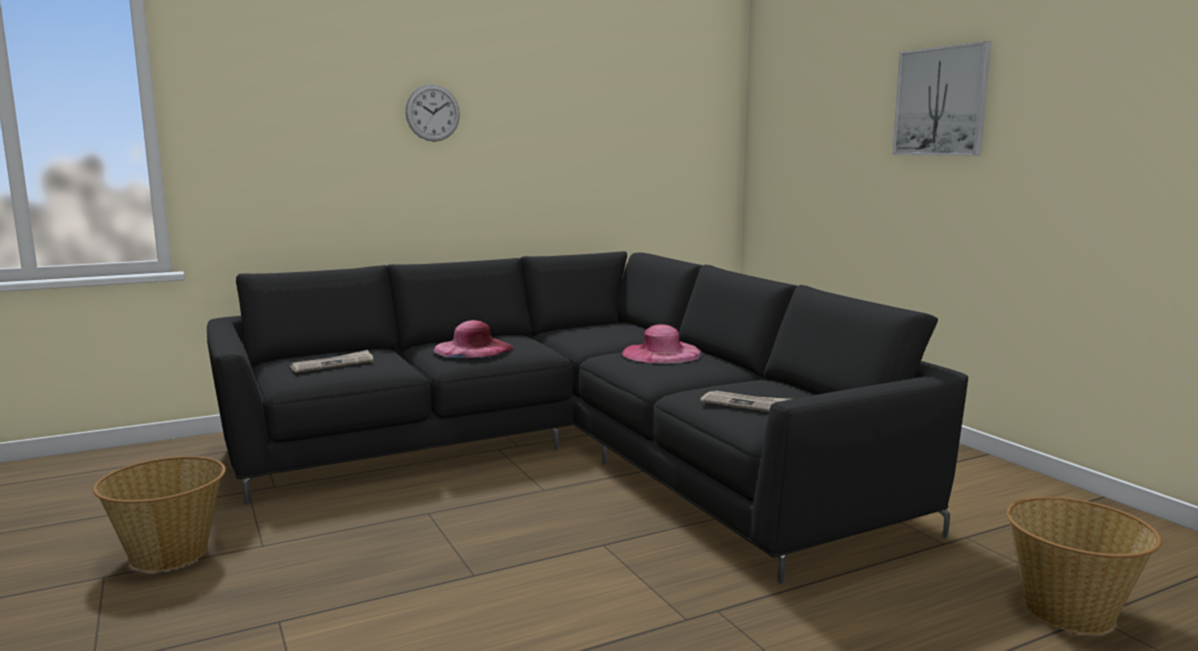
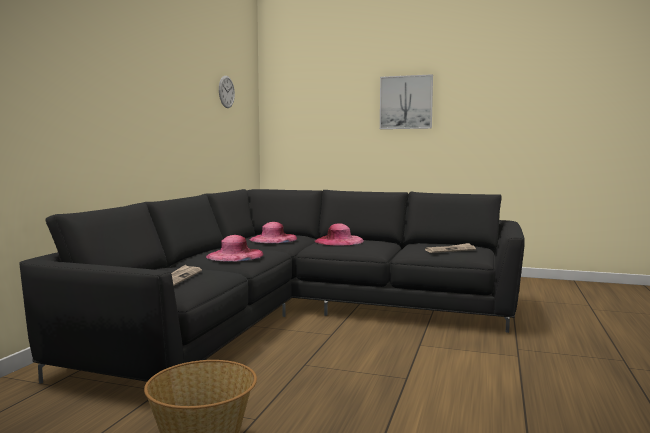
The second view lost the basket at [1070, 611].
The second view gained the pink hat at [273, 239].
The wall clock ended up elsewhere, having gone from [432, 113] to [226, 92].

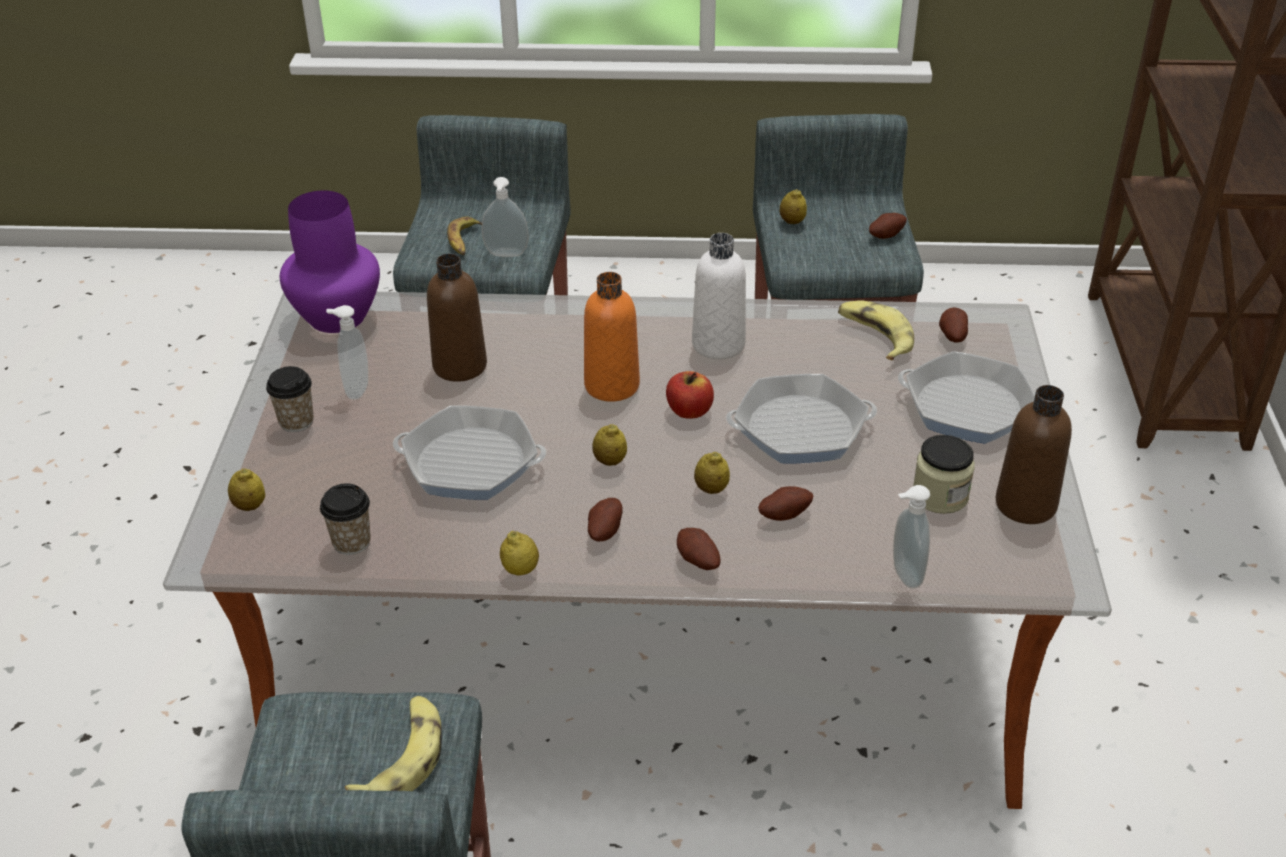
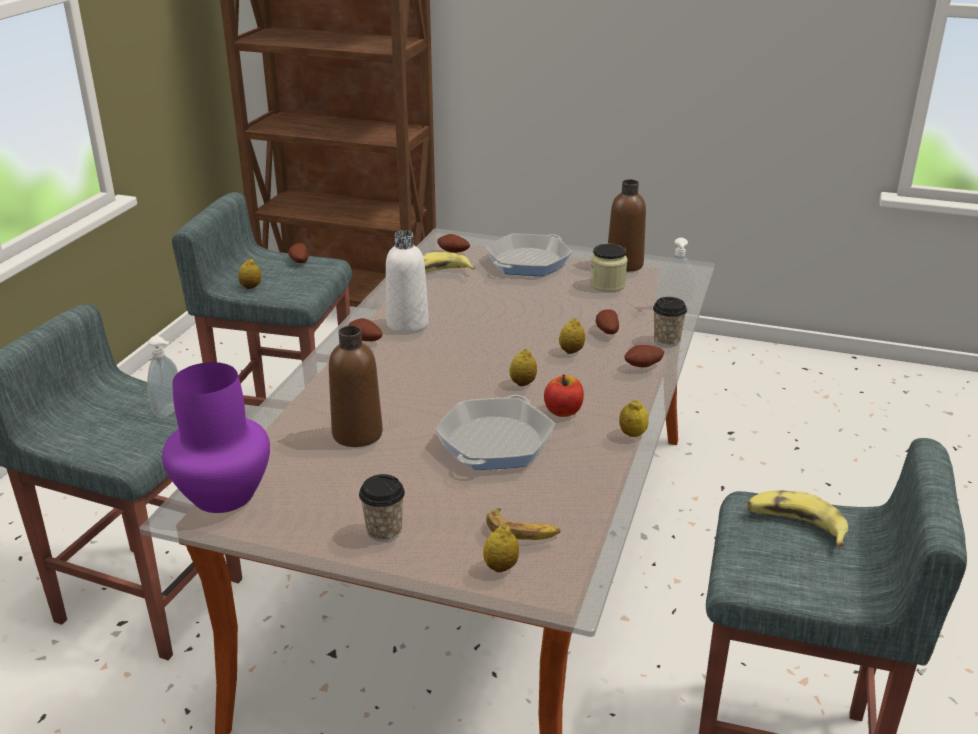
The second view lost the soap dispenser at [355, 389].
The second view lost the orange bottle at [612, 385].
The second view lost the frying pan at [800, 428].
The cup ended up elsewhere, having gone from [351, 542] to [666, 340].
The banana ended up elsewhere, having gone from [464, 241] to [522, 531].
The potato ended up elsewhere, having gone from [604, 531] to [365, 340].
The apple ended up elsewhere, having gone from [689, 411] to [563, 411].

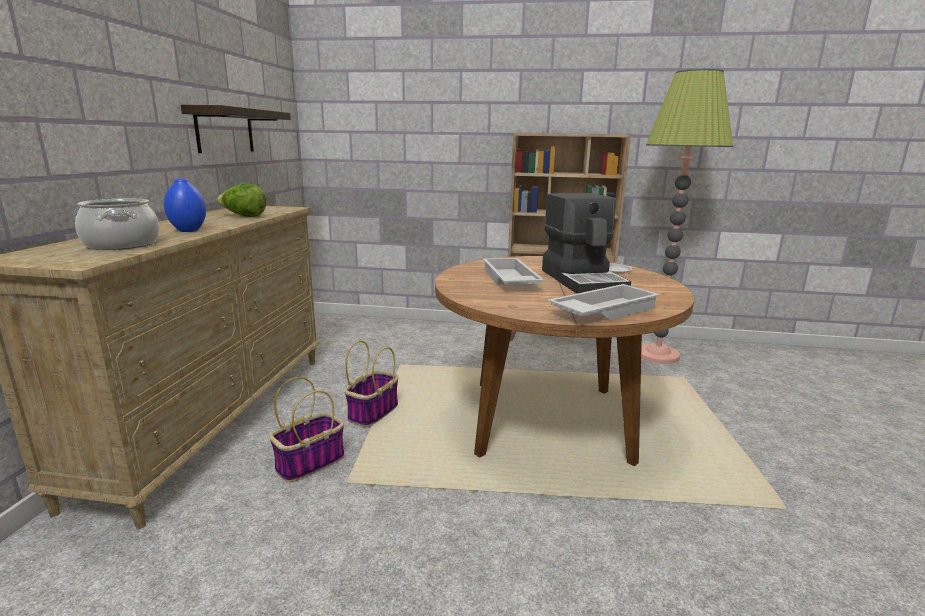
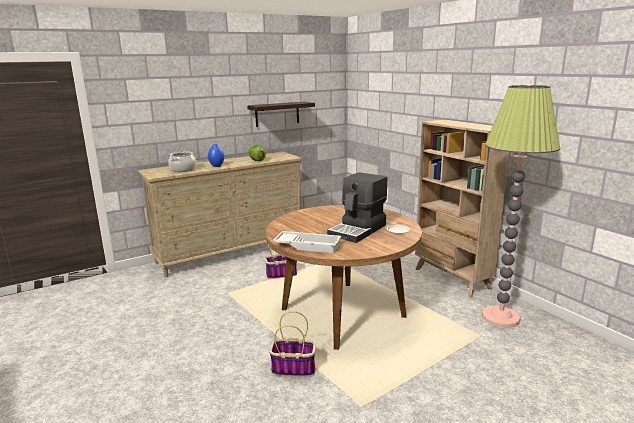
The second view lost the white tray at [508, 280].
The basket ended up elsewhere, having gone from [311, 462] to [294, 368].

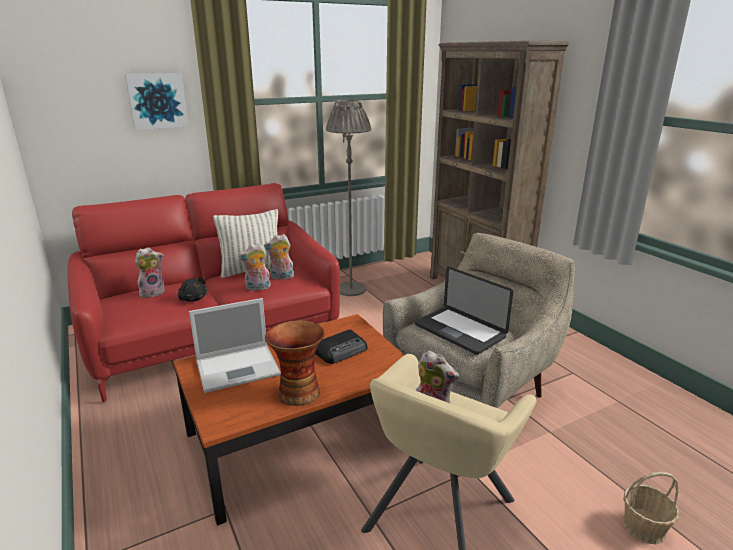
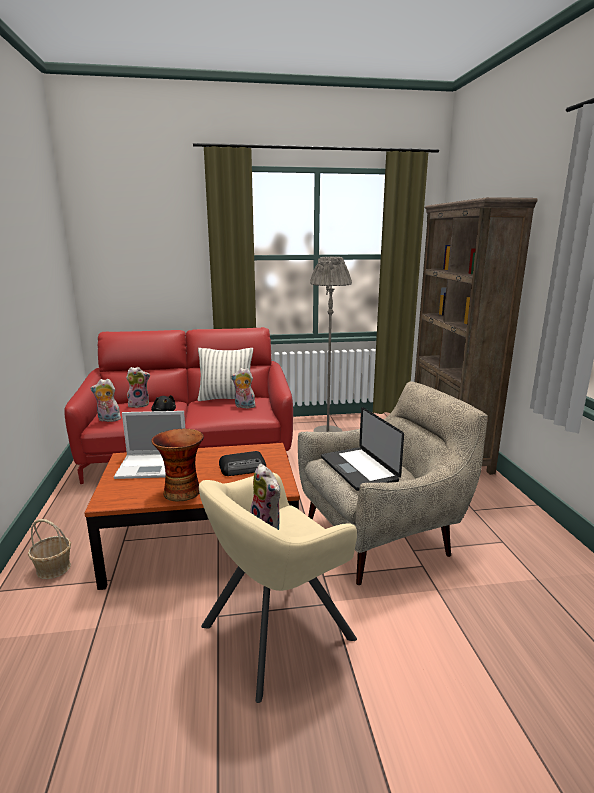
The second view lost the picture at [157, 101].
The plush toy ended up elsewhere, having gone from [257, 288] to [108, 420].
The basket ended up elsewhere, having gone from [644, 527] to [53, 569].

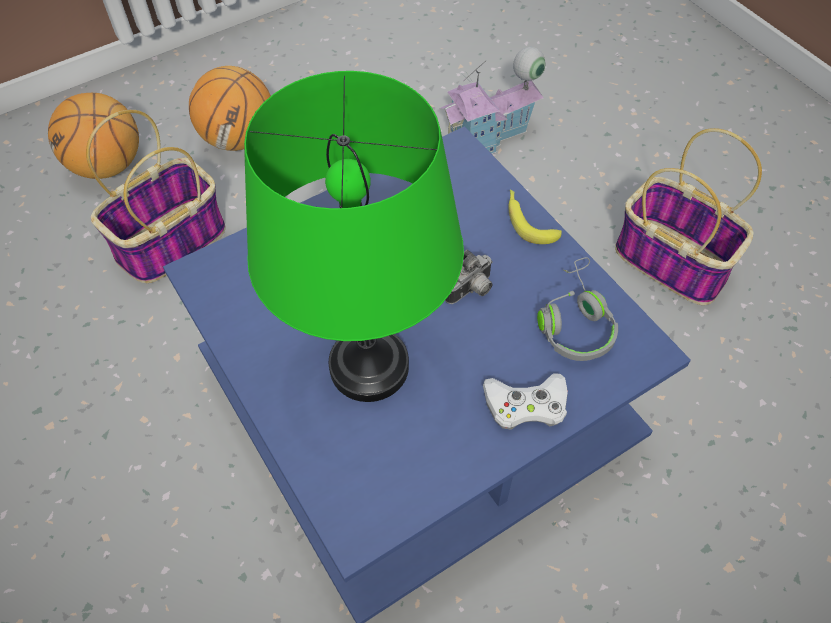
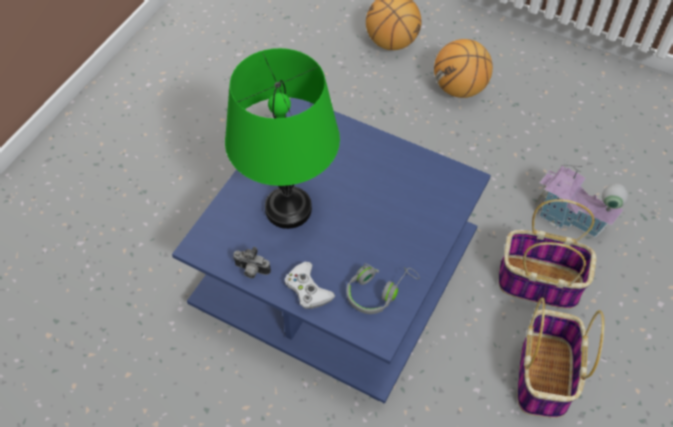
The second view lost the banana at [528, 221].
The basket ended up elsewhere, having gone from [171, 244] to [538, 282].
The photo camera ended up elsewhere, having gone from [471, 291] to [251, 271].

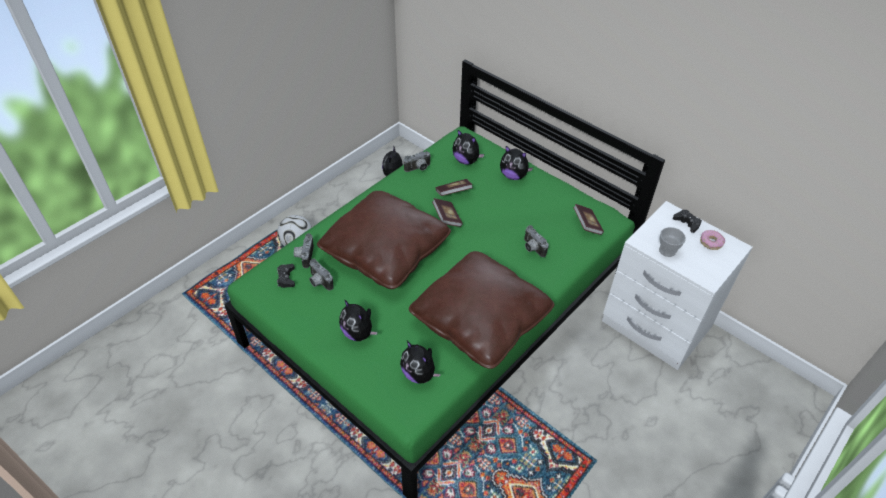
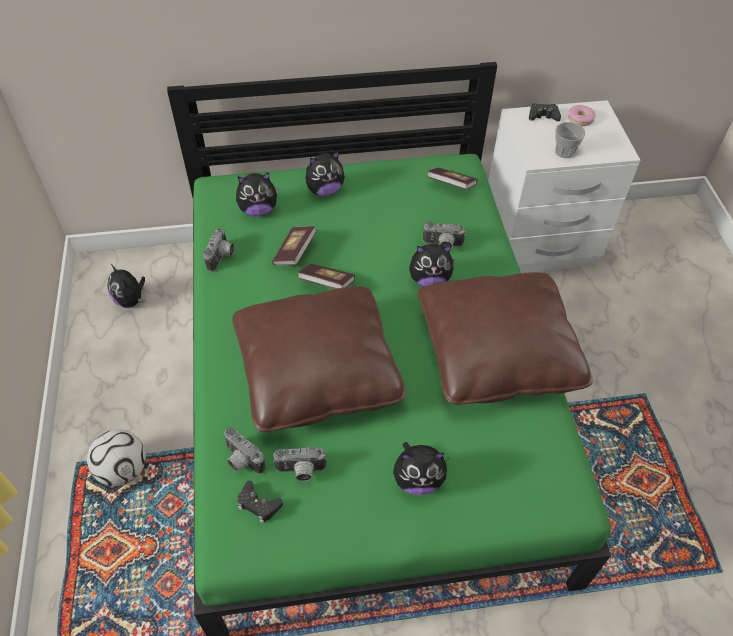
The plush toy ended up elsewhere, having gone from [419, 374] to [429, 279].

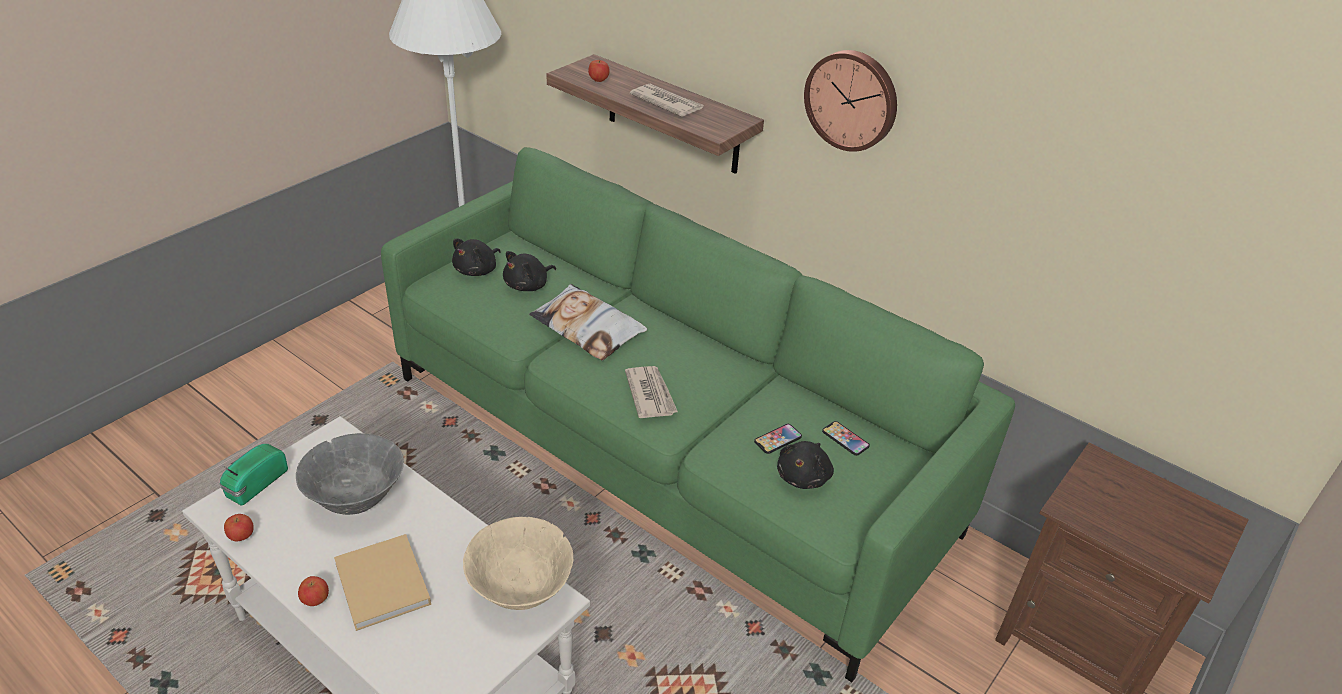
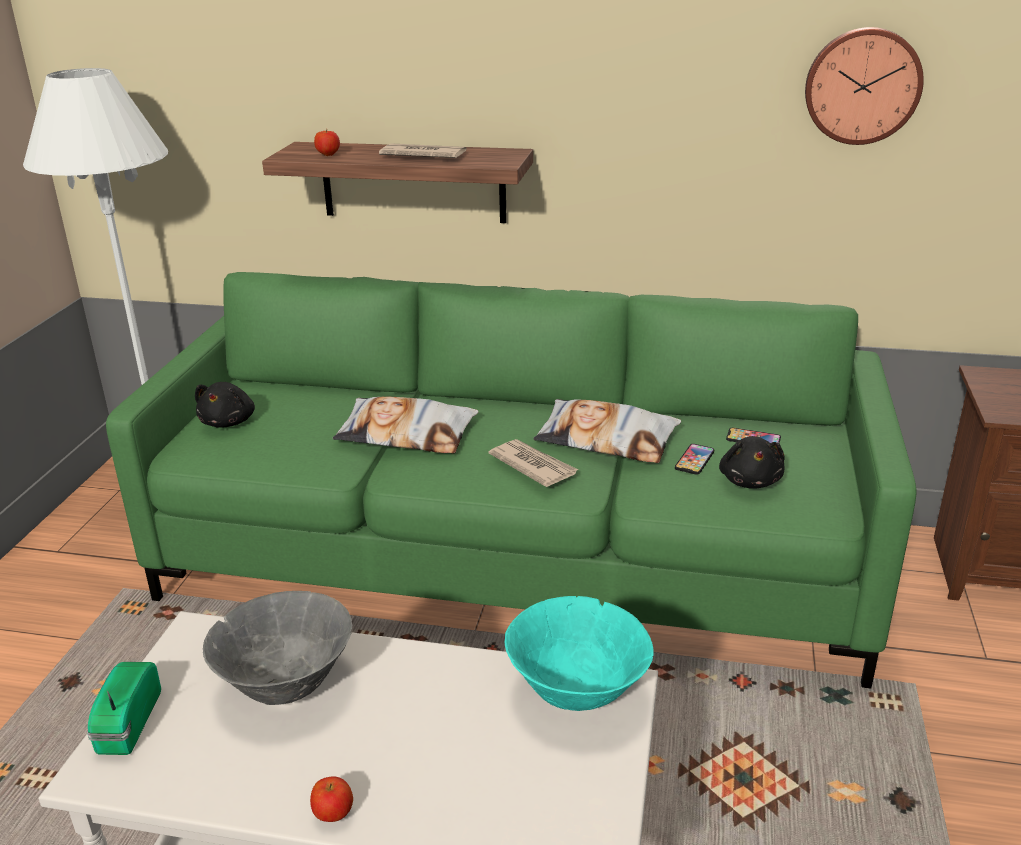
The second view lost the apple at [241, 536].
The second view lost the beige book at [383, 586].
The second view lost the black plush toy at [528, 285].
The second view gained the pillow at [607, 440].
The wall clock ended up elsewhere, having gone from [852, 99] to [862, 85].
What was the beige bowl at [520, 591] turned into the turquoise bowl at [576, 693].

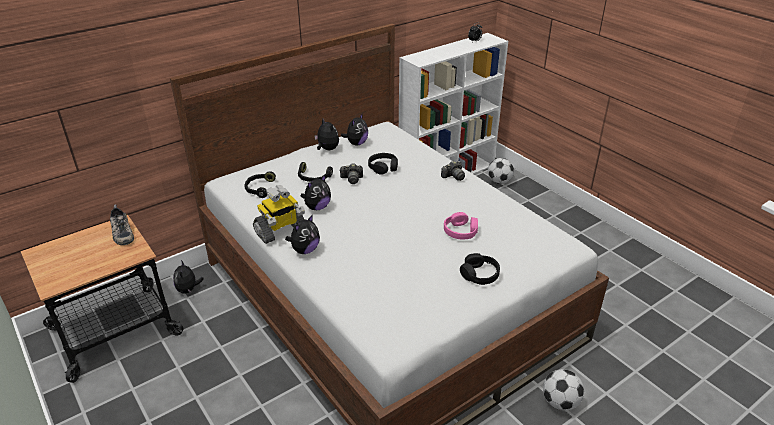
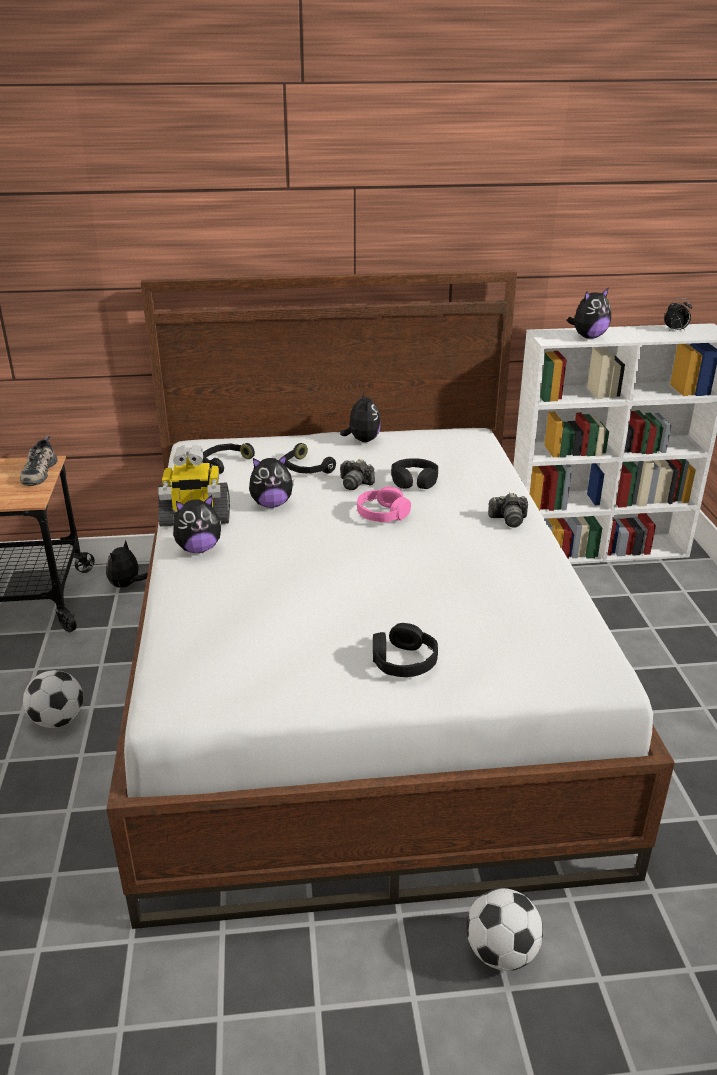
The plush toy ended up elsewhere, having gone from [356, 143] to [588, 337].
The pink headphones ended up elsewhere, having gone from [460, 231] to [382, 514].
The football ended up elsewhere, having gone from [499, 181] to [58, 720].

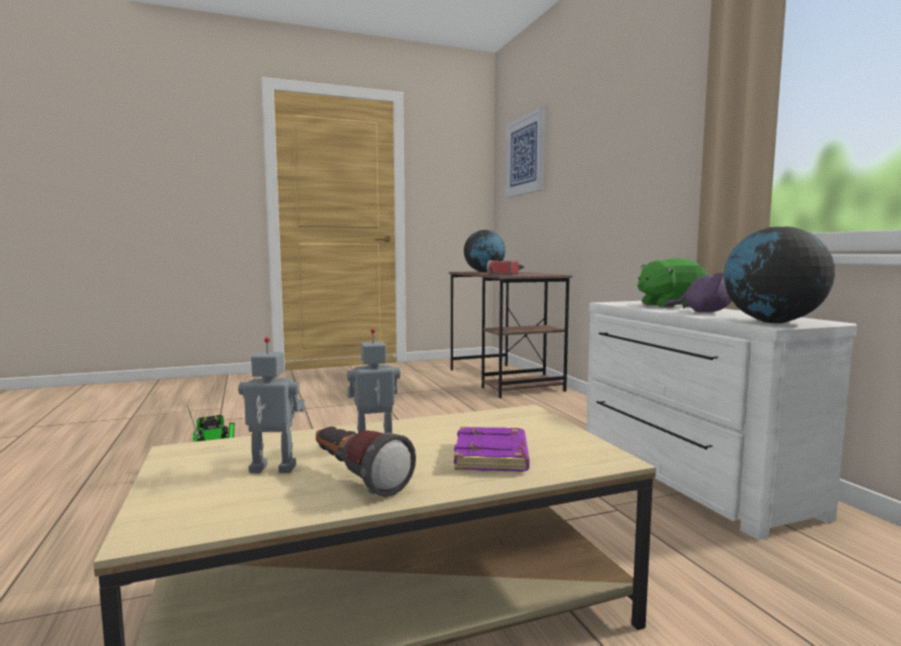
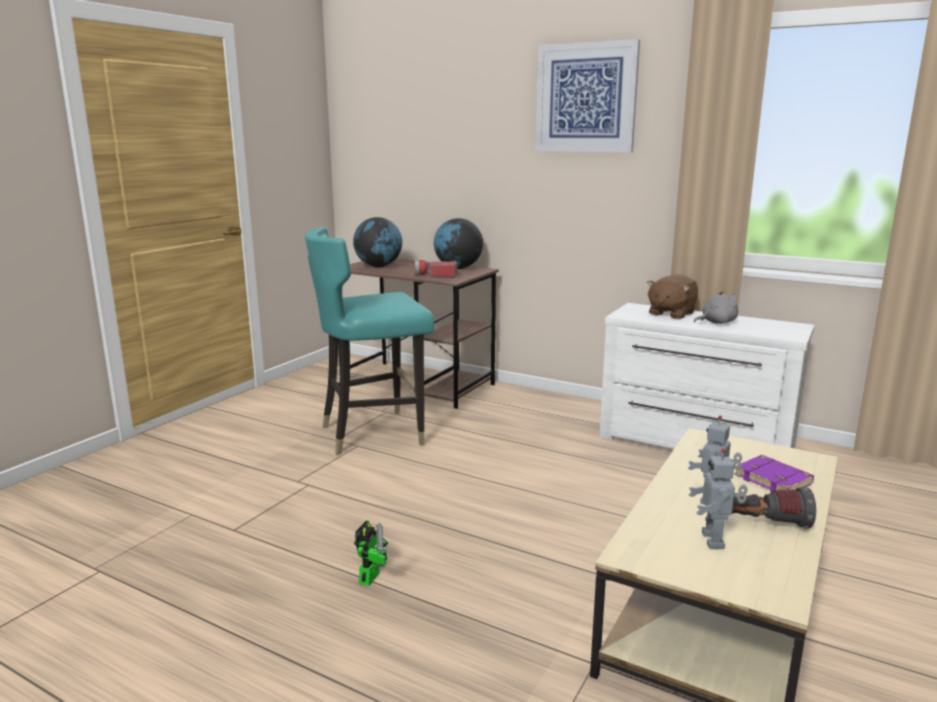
The second view gained the turquoise chair at [374, 433].
The picture ended up elsewhere, having gone from [525, 155] to [586, 98].
The globe ended up elsewhere, having gone from [772, 322] to [458, 268].
What was the green plush toy at [670, 305] turned into the brown plush toy at [670, 313].
What was the purple plush toy at [702, 312] turned into the grey plush toy at [716, 322].
The toy robot at [271, 470] ended up facing another way, 45 degrees counterclockwise from before.

